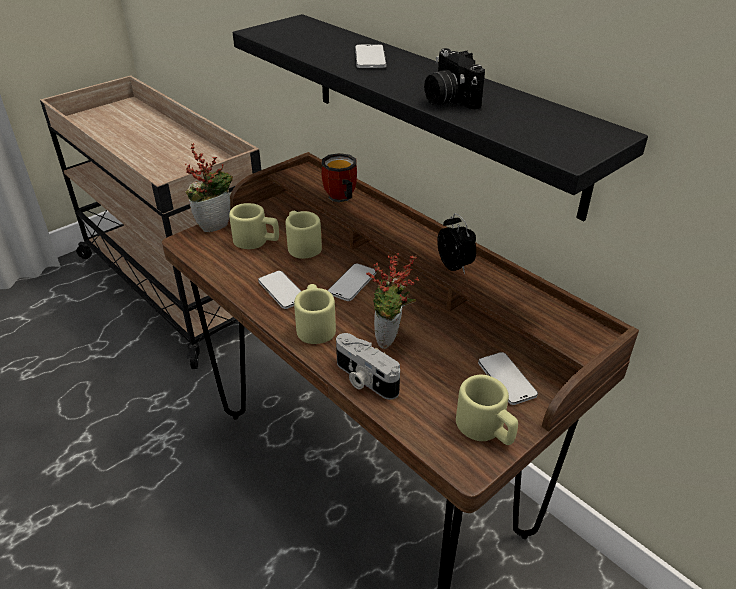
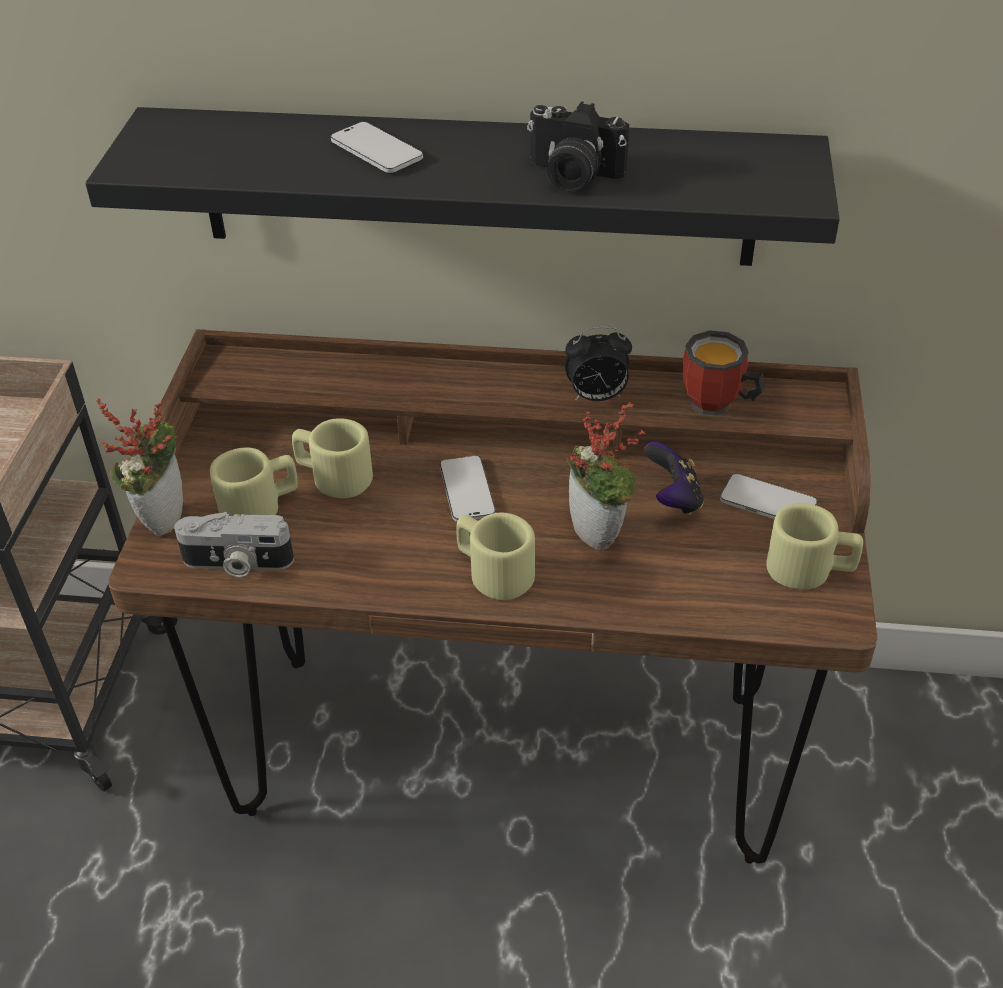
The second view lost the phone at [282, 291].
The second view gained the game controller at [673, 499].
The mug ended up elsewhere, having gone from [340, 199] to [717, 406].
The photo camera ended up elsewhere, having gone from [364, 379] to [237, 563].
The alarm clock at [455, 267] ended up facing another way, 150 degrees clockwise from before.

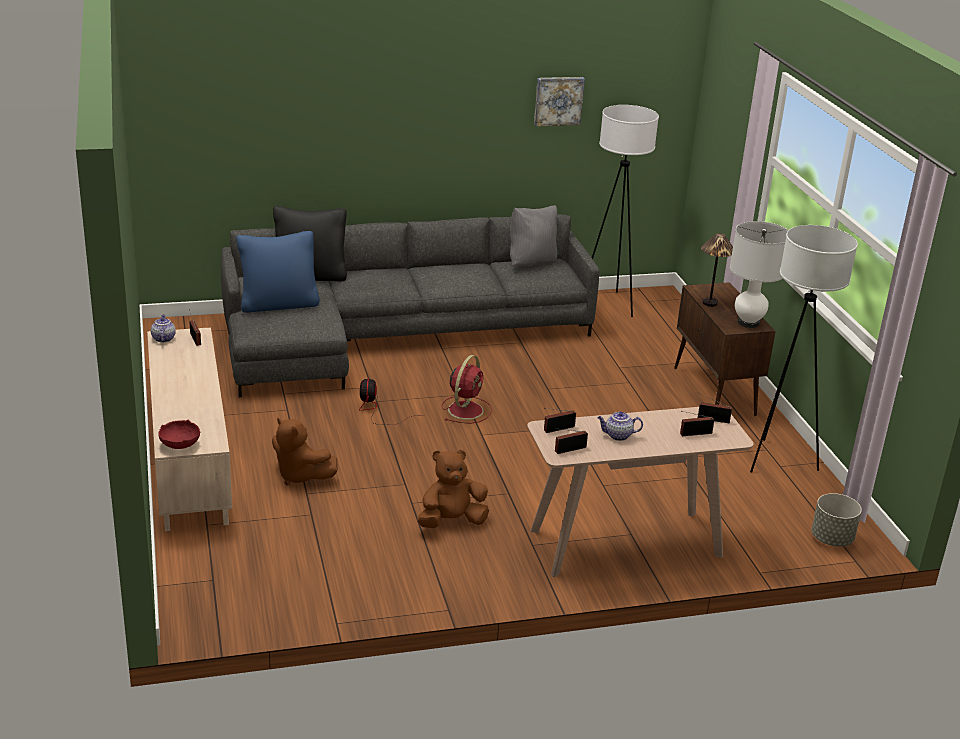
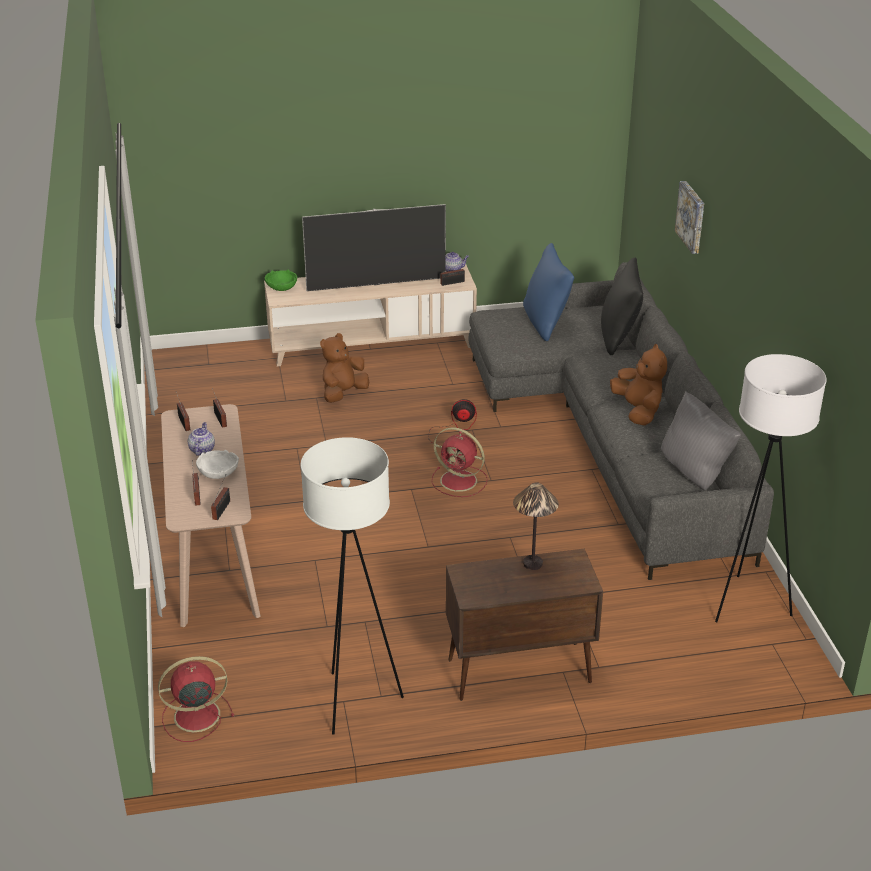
The second view lost the white table lamp at [748, 323].
The second view gained the white bowl at [218, 473].
The second view gained the television at [376, 284].
The brown plush toy ended up elsewhere, having gone from [451, 521] to [638, 411].
The picture ended up elsewhere, having gone from [558, 100] to [692, 217].
Where the grey planter stood at [832, 539], the red fan came to stand at [194, 716].
What was the red bowl at [180, 444] turned into the green bowl at [281, 287].

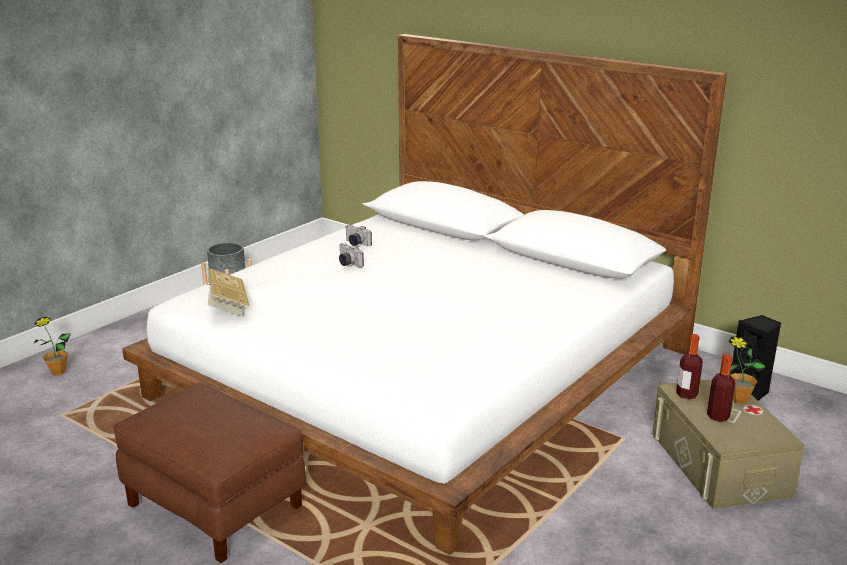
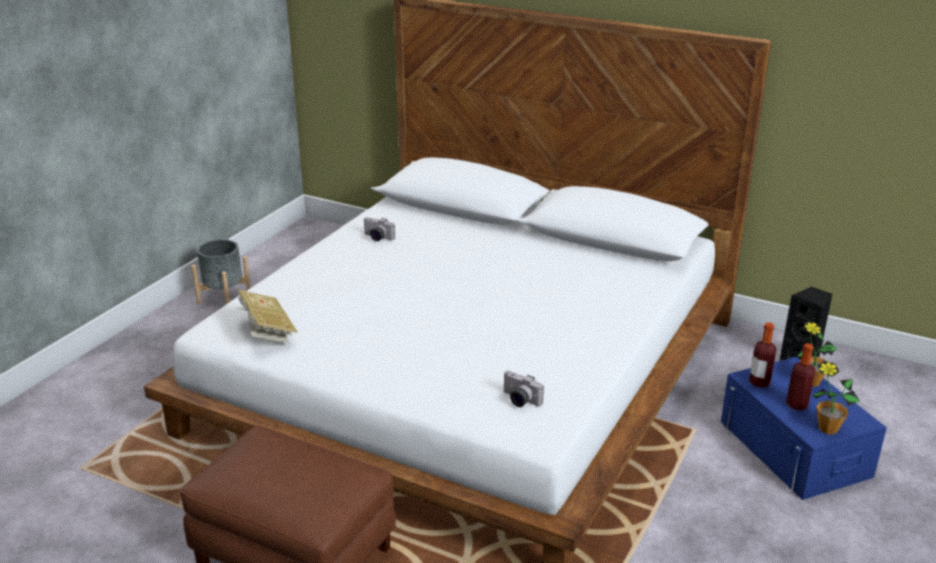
The potted plant ended up elsewhere, having gone from [58, 372] to [827, 429].
The photo camera ended up elsewhere, having gone from [347, 263] to [519, 400].
What was the beige storage box at [719, 464] turned into the blue storage box at [794, 448].

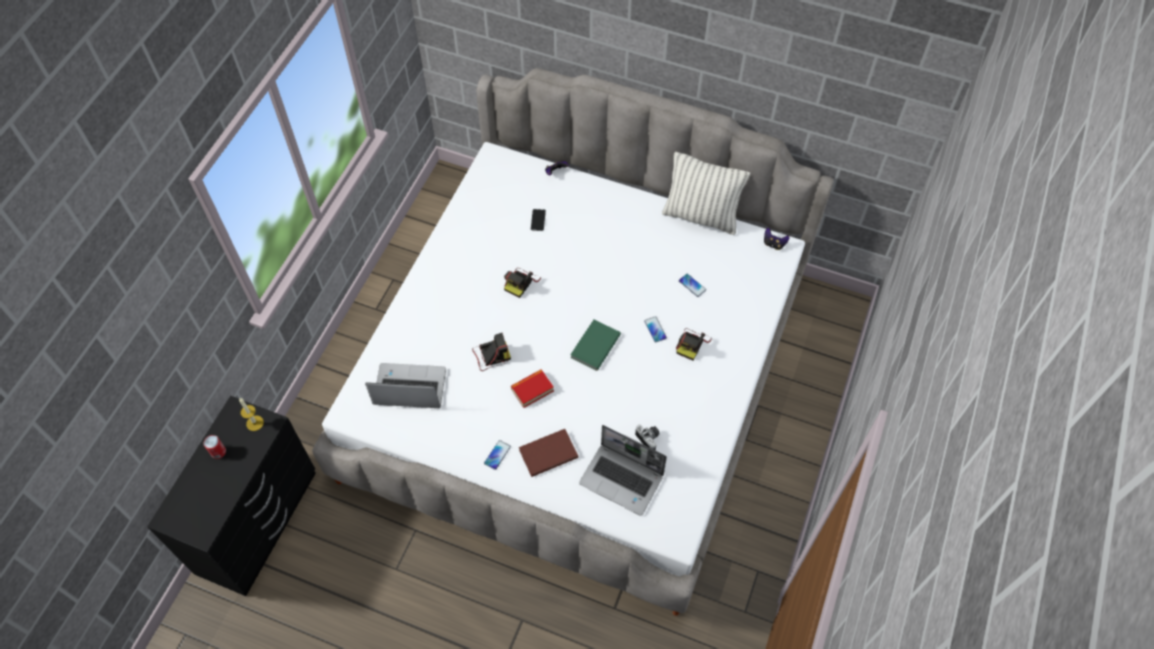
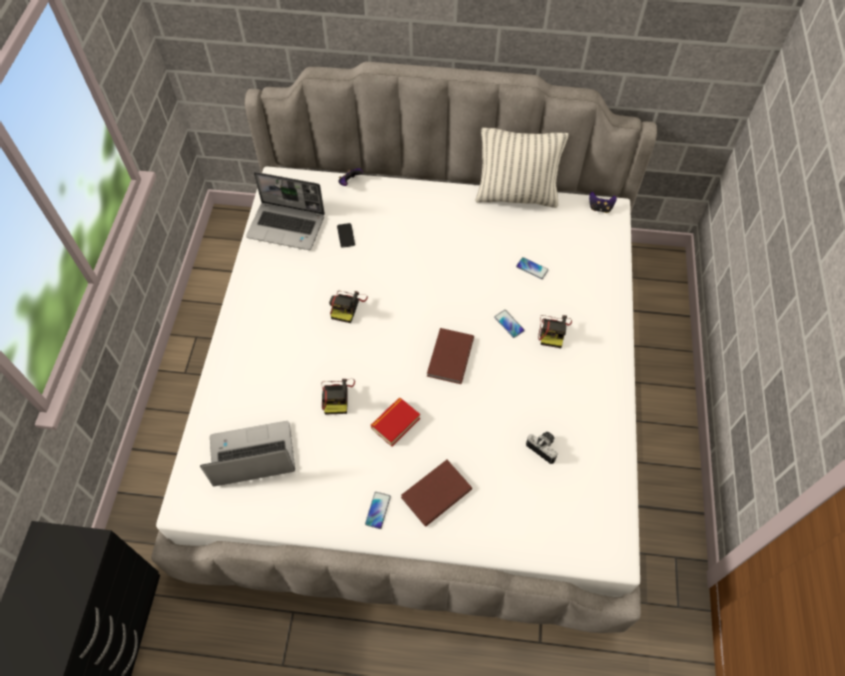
The second view lost the can at [218, 452].
The second view lost the candle at [255, 423].
The laptop ended up elsewhere, having gone from [622, 479] to [287, 226].
What was the green book at [594, 346] turned into the brown book at [448, 357].
The photo camera at [491, 356] ended up facing another way, 120 degrees clockwise from before.

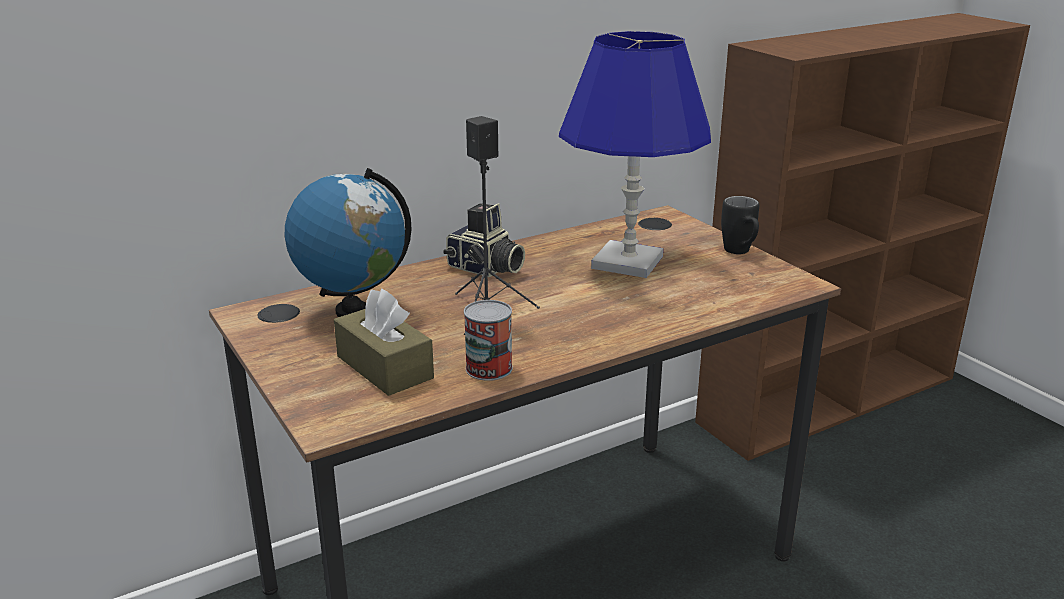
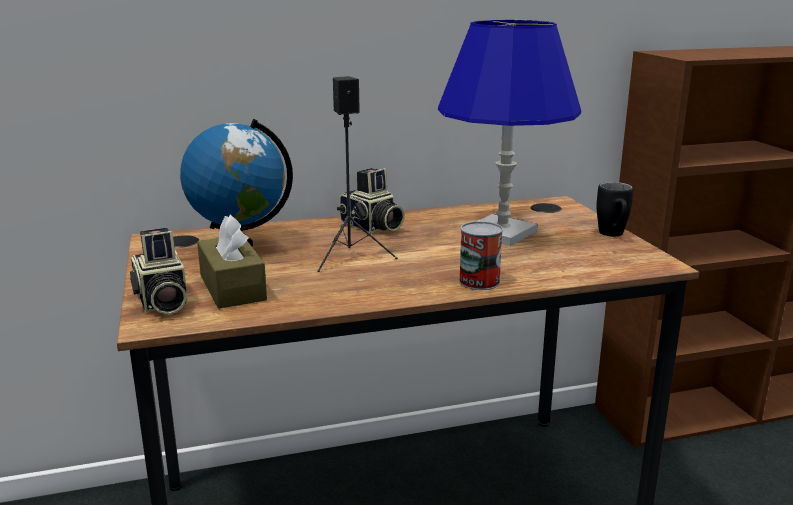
The second view gained the photo camera at [161, 302].
The can ended up elsewhere, having gone from [489, 368] to [479, 282].

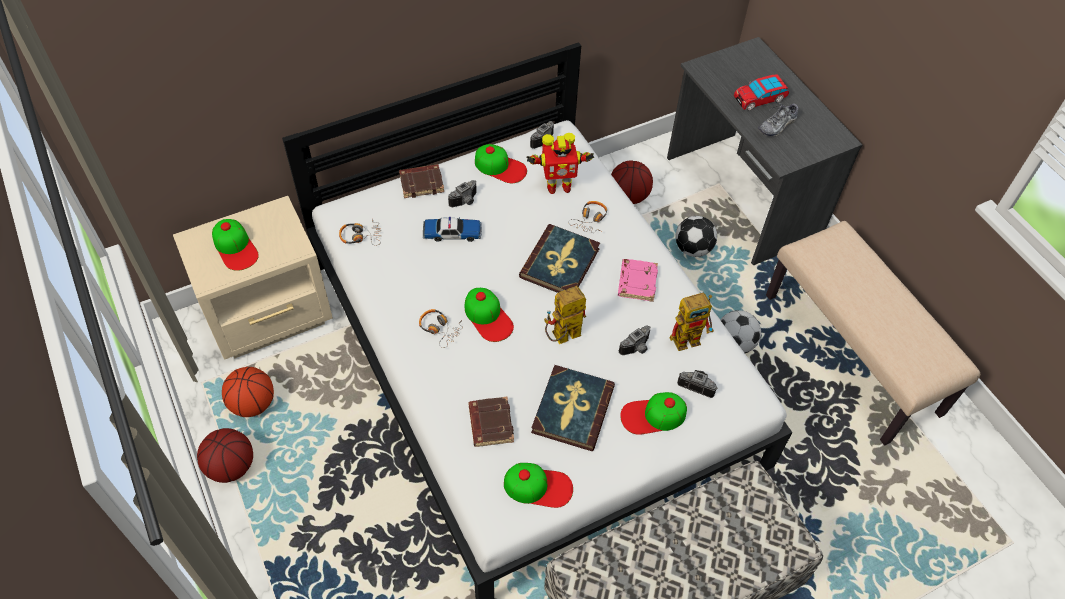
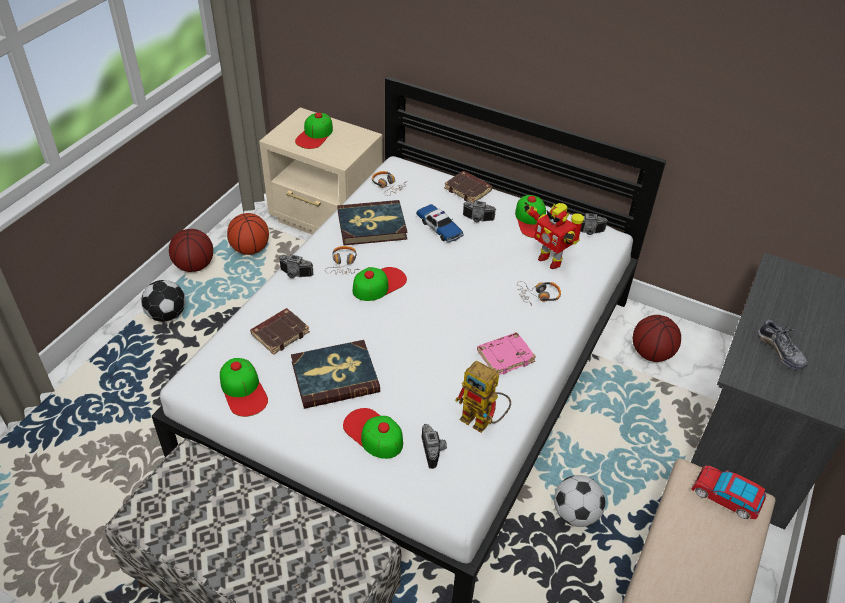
The second view lost the toy robot at [562, 338].
The book ended up elsewhere, having gone from [560, 263] to [372, 225].
The photo camera ended up elsewhere, having gone from [637, 348] to [294, 275].
The football ended up elsewhere, having gone from [693, 248] to [168, 315].
The toy car ended up elsewhere, having gone from [759, 99] to [726, 497].
The cap at [488, 317] ended up facing another way, 150 degrees counterclockwise from before.
The shoe at [777, 125] ended up facing another way, 135 degrees counterclockwise from before.

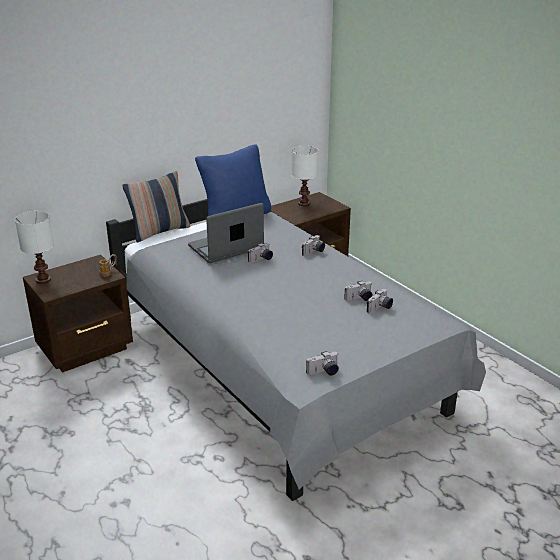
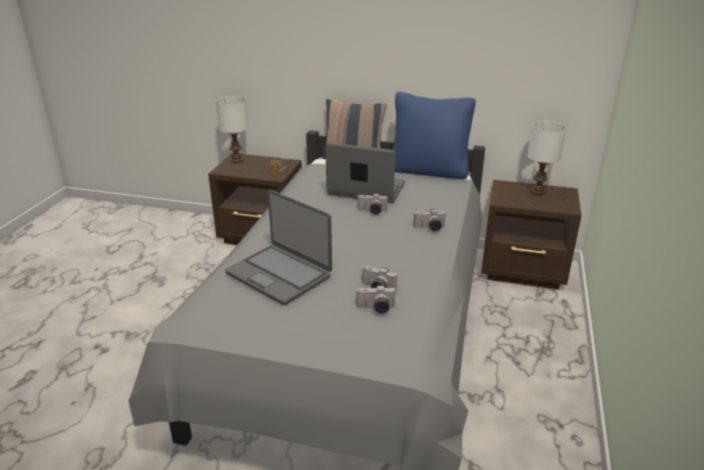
The second view lost the photo camera at [324, 372].
The second view gained the laptop at [279, 274].

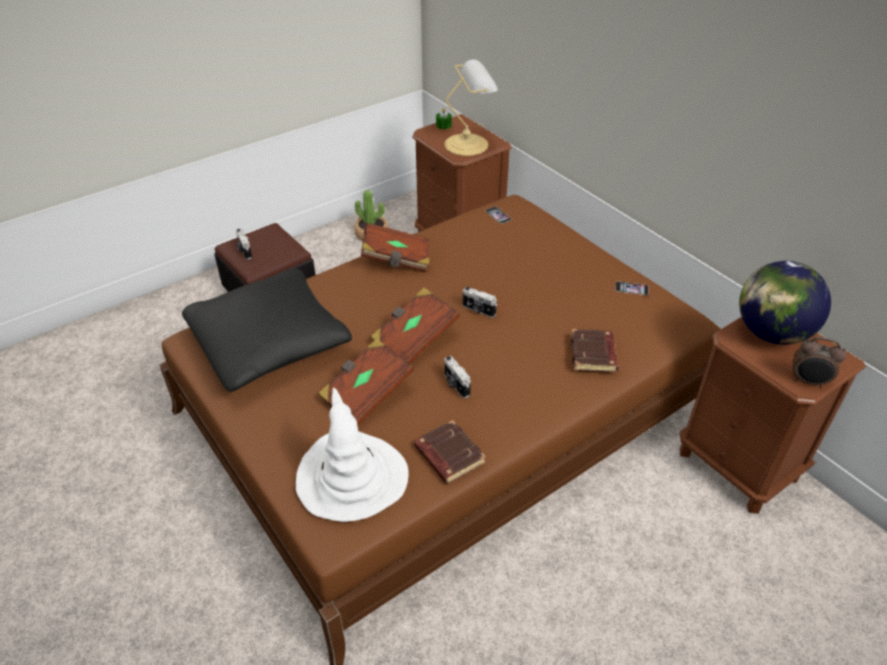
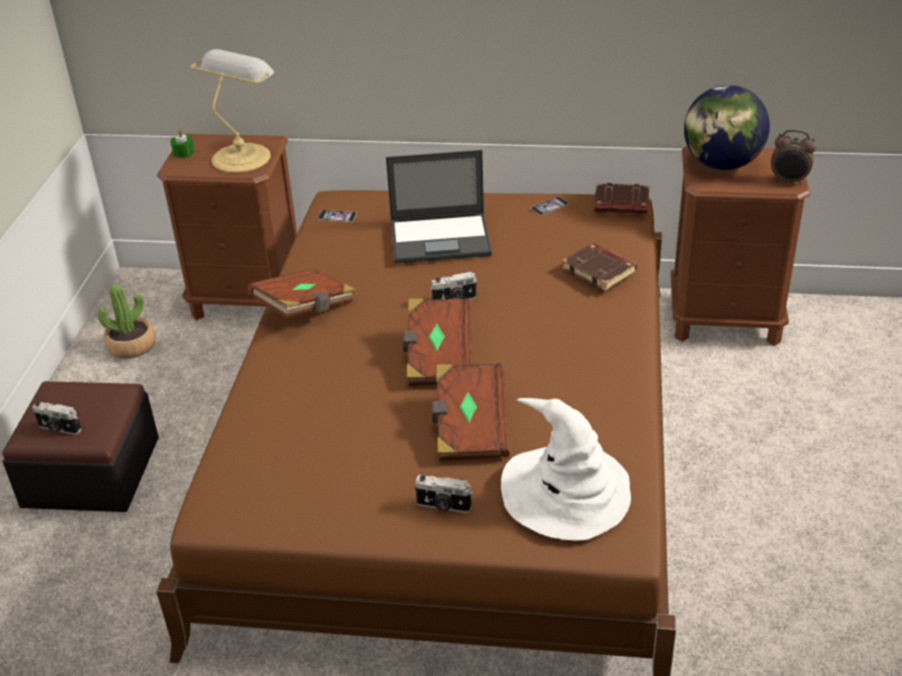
The second view lost the black pillow at [269, 343].
The second view gained the laptop at [441, 238].
The brown book ended up elsewhere, having gone from [448, 455] to [620, 205].
The photo camera ended up elsewhere, having gone from [455, 385] to [443, 506].
The alarm clock at [808, 381] ended up facing another way, 45 degrees clockwise from before.

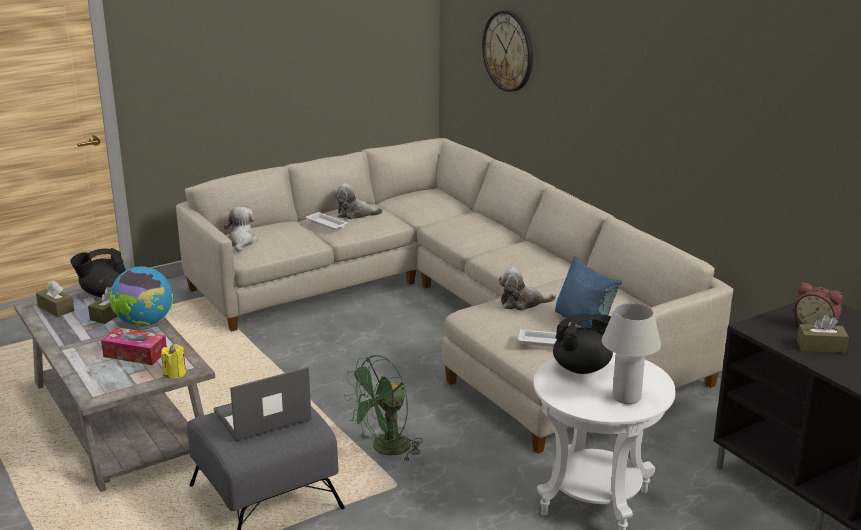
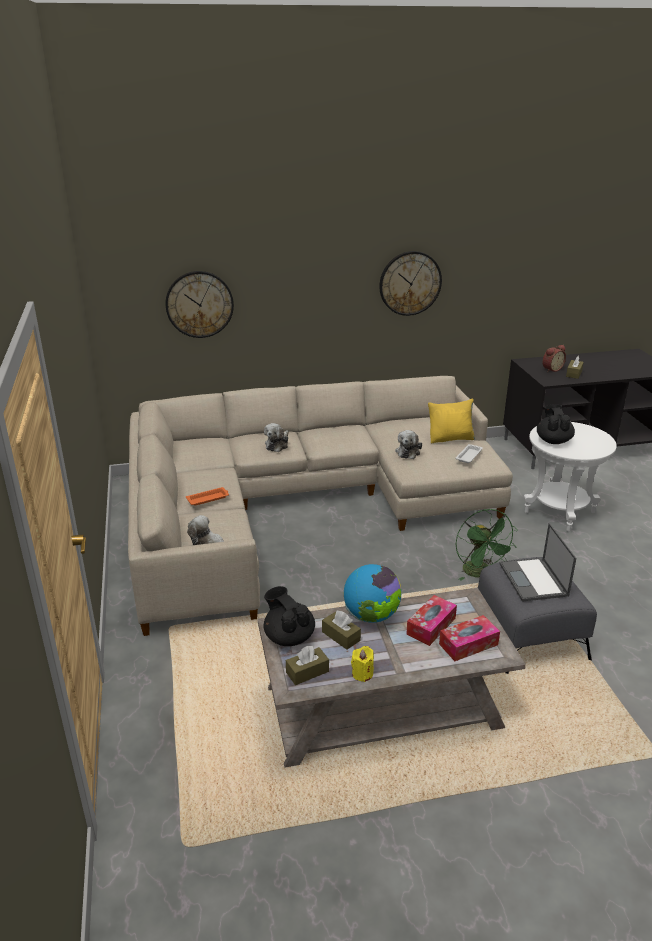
The second view lost the white table lamp at [626, 397].
The second view gained the wall clock at [410, 283].
The second view gained the tissue box at [468, 644].
The yellow candle ended up elsewhere, having gone from [175, 373] to [362, 674].
The plush toy ended up elsewhere, having gone from [355, 214] to [277, 445].
What was the white tray at [327, 224] turned into the orange tray at [208, 498].
What was the blue pillow at [584, 323] turned into the yellow pillow at [450, 438].
The black teapot at [104, 293] ended up facing another way, 150 degrees clockwise from before.

